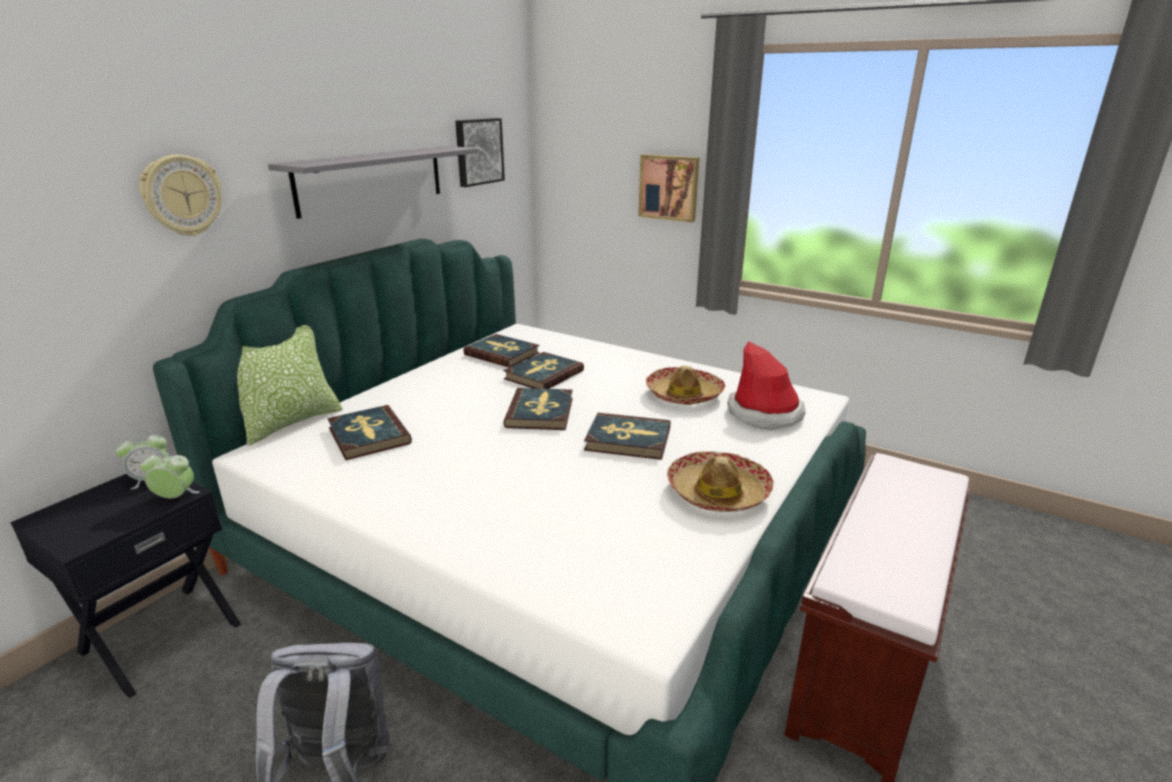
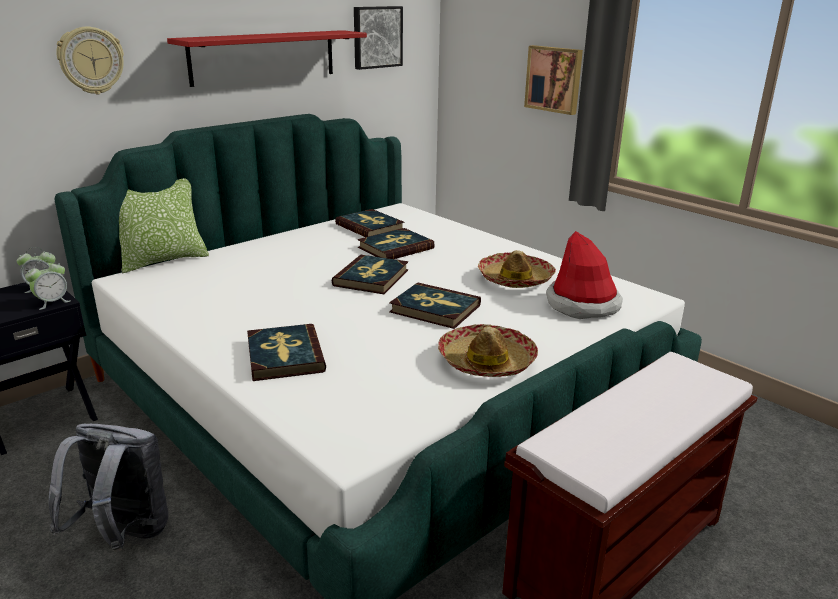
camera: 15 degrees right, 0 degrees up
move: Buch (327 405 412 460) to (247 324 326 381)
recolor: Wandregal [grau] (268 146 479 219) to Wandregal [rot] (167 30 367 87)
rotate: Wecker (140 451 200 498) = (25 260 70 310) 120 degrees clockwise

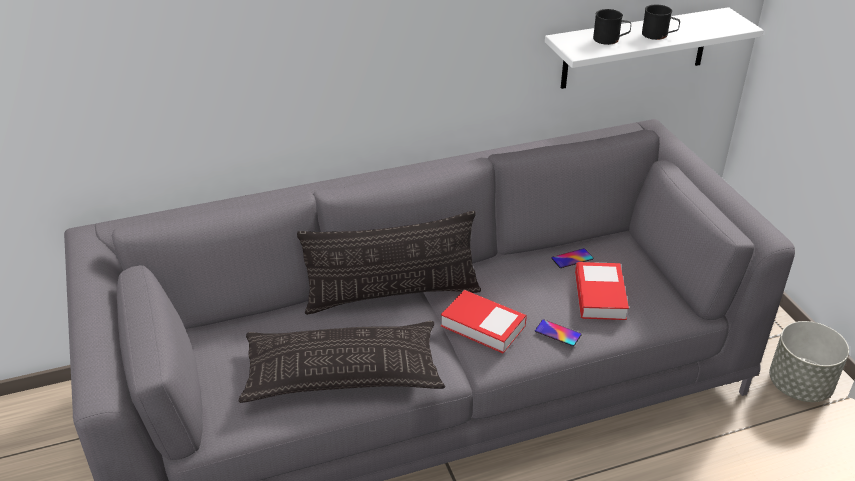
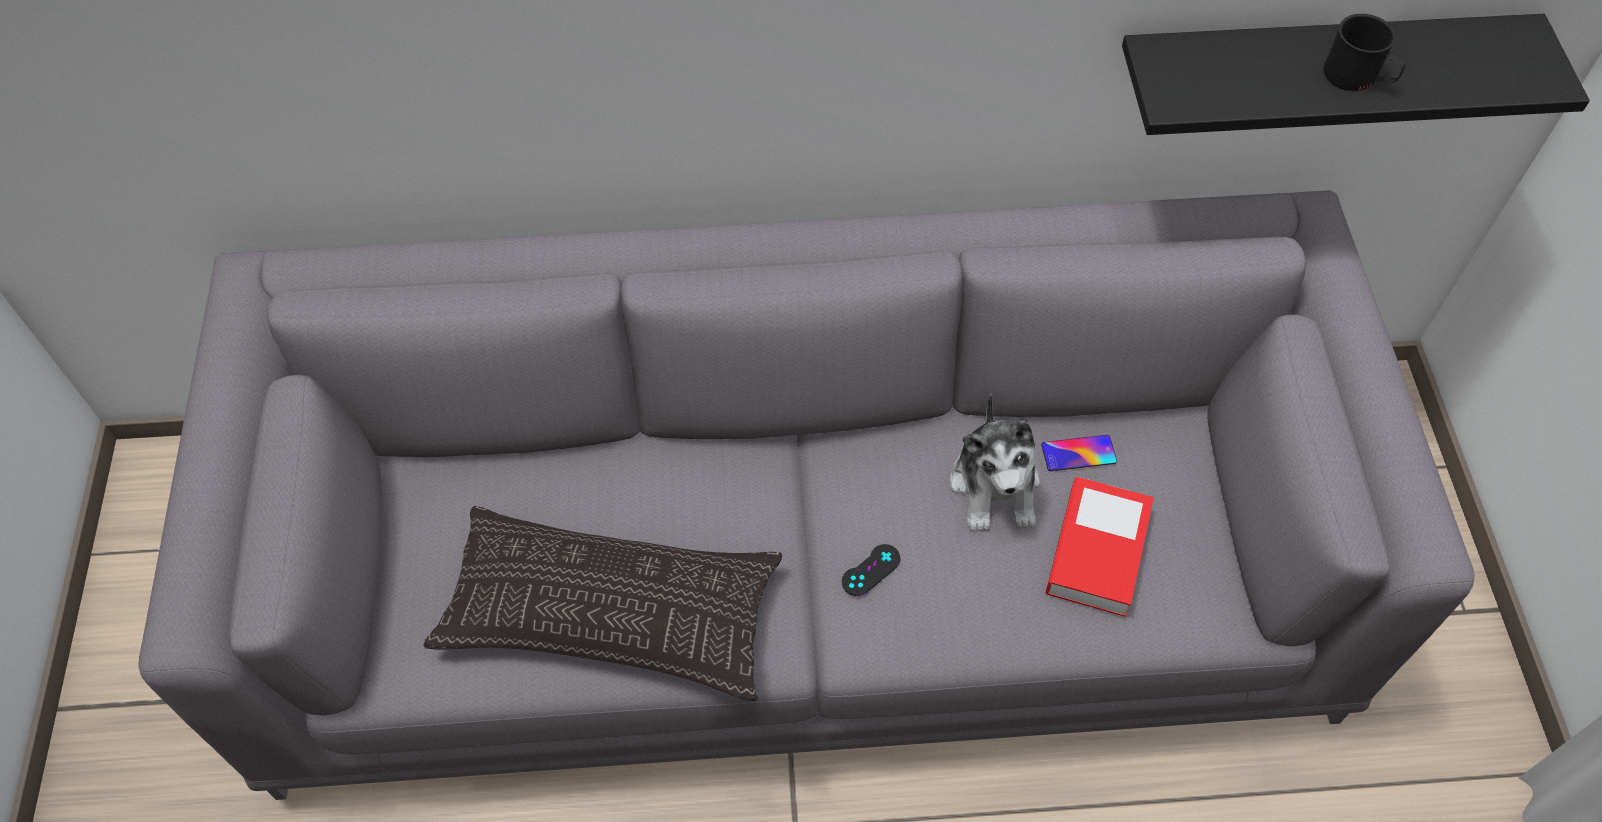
camera: 15 degrees right, 20 degrees up
delete: Henkelbecher [schwarz] (593 9 631 45); Kissen (297 211 481 315); Handy (535 319 582 346); Pflanzkübel [grau] (769 321 849 402)
insert: Plüschtier (950 393 1040 532)
replace: Buch (441 290 527 353) to Gamepad [schwarz] (842 544 901 596)
recolor: Wandregal [weiß] (545 7 764 89) to Wandregal [schwarz] (1122 14 1590 135)

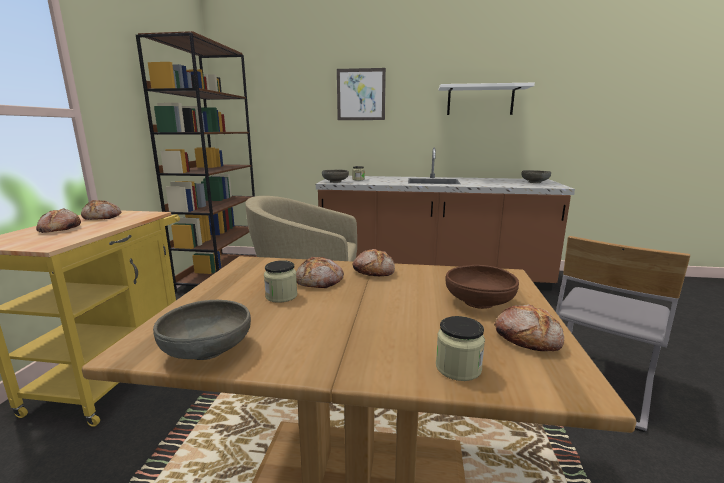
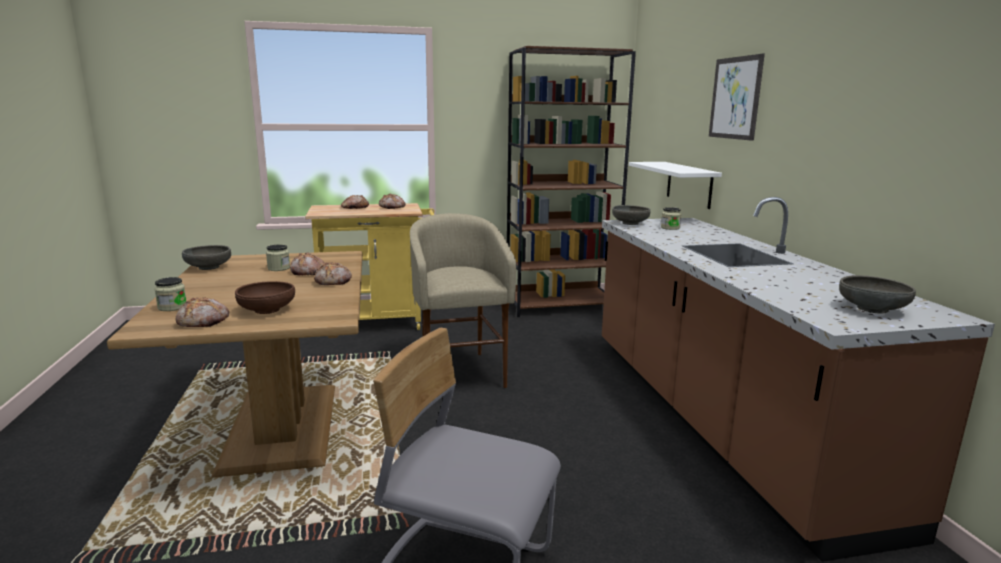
camera: 70 degrees right, 0 degrees up
move: Wandregal [weiß] (439 83 535 115) to (629 162 722 209)

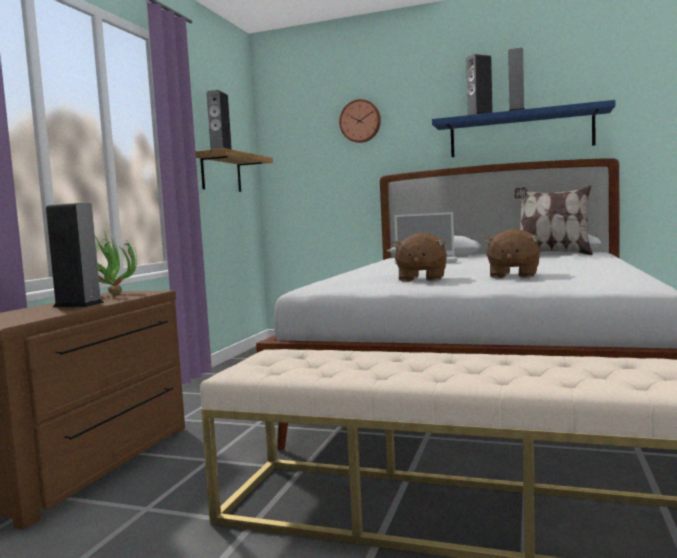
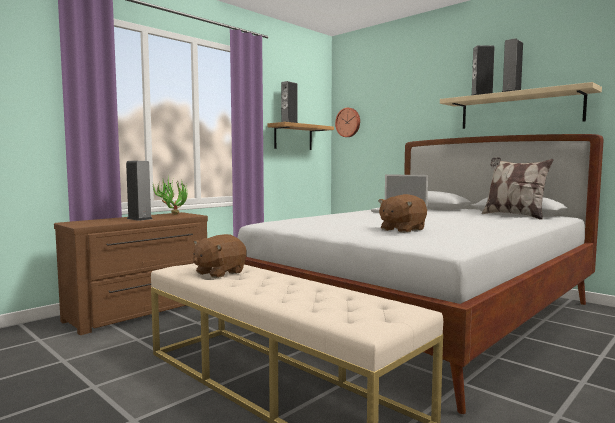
camera: 25 degrees right, 0 degrees up
move: Wanduhr (339 99 381 143) to (335 108 360 137); Plüschtier [braun] (392 233 447 282) to (193 234 247 278)
recolor: Wandregal [blau] (432 100 616 157) to Wandregal [beige] (440 82 602 129)

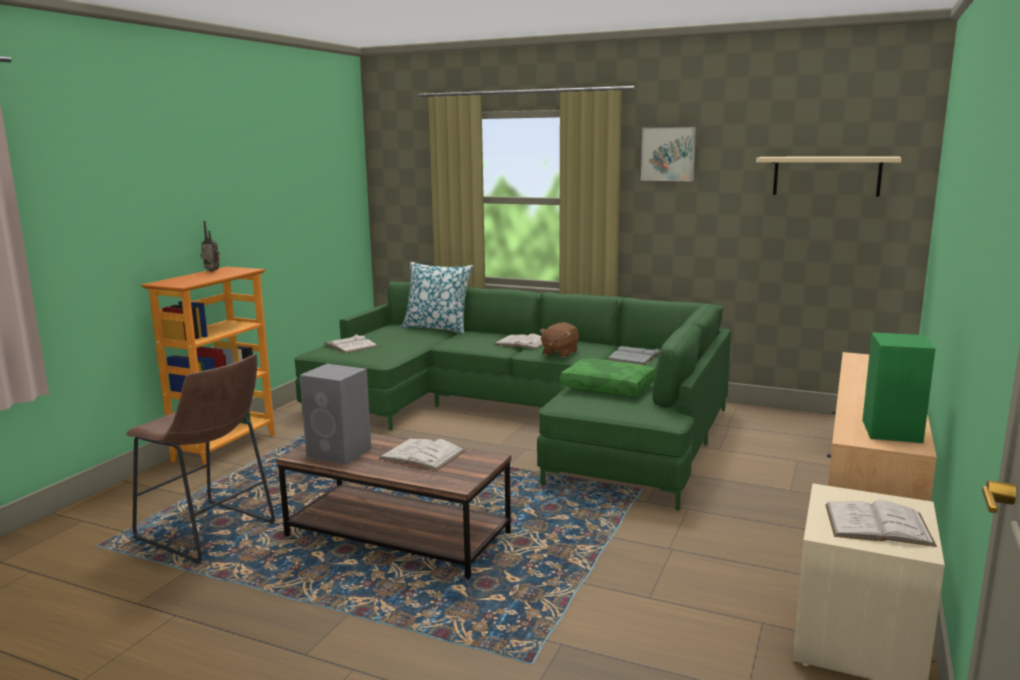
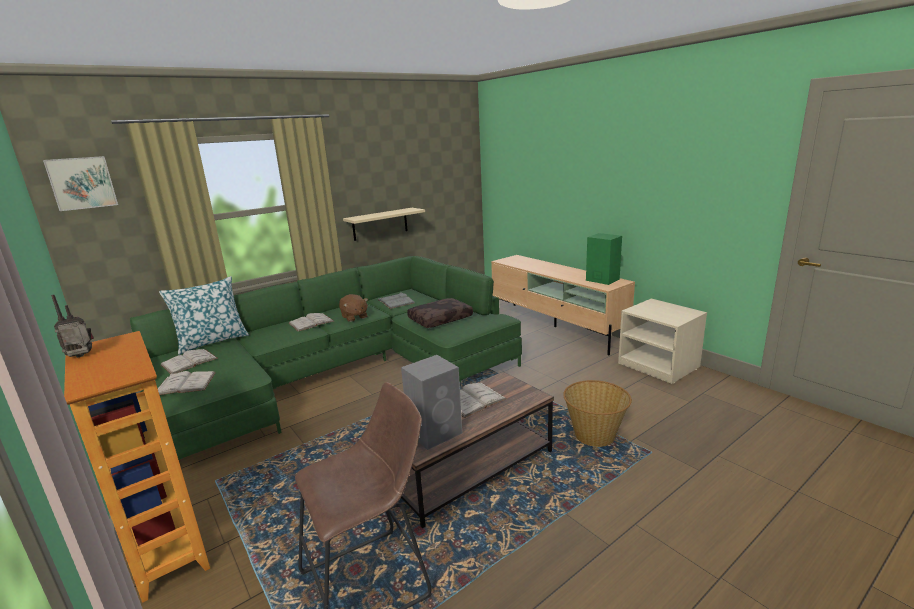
camera: 60 degrees left, 5 degrees up
insert: Korb (563 380 632 447)
move: Bild (641 127 696 181) to (43 156 118 211); Wandregal [beige] (756 157 901 197) to (343 208 425 241); Buch [weiß] (825 500 937 547) to (161 349 218 374)
recolor: Kissen [grün] (560 358 655 396) to Kissen [braun] (407 298 473 328)

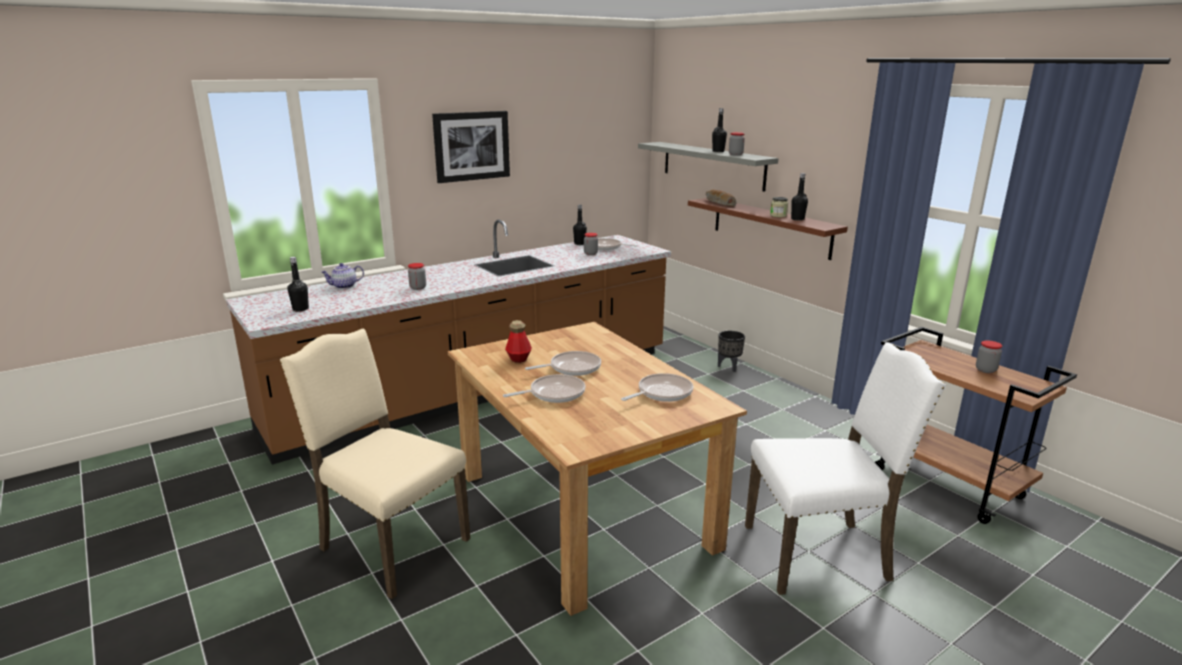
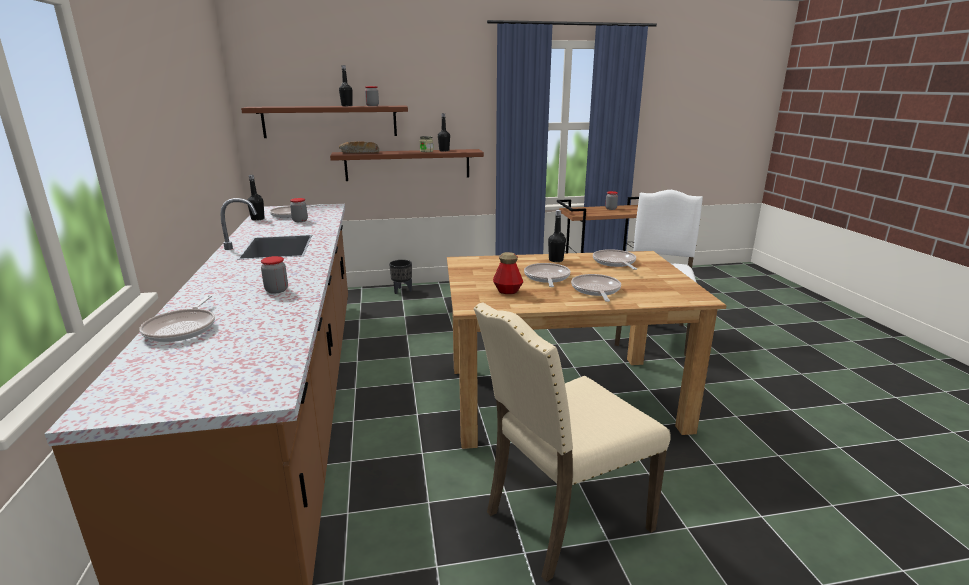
camera: 65 degrees left, 0 degrees up
delete: Bild (432 111 510 183)
move: Flasche [schwarz] (288 257 309 311) to (548 210 566 262)
replace: Teekanne (321 263 364 289) to Pfanne (139 295 215 342)
recolor: Wandregal [grau] (638 142 778 192) to Wandregal [braun] (241 106 408 138)

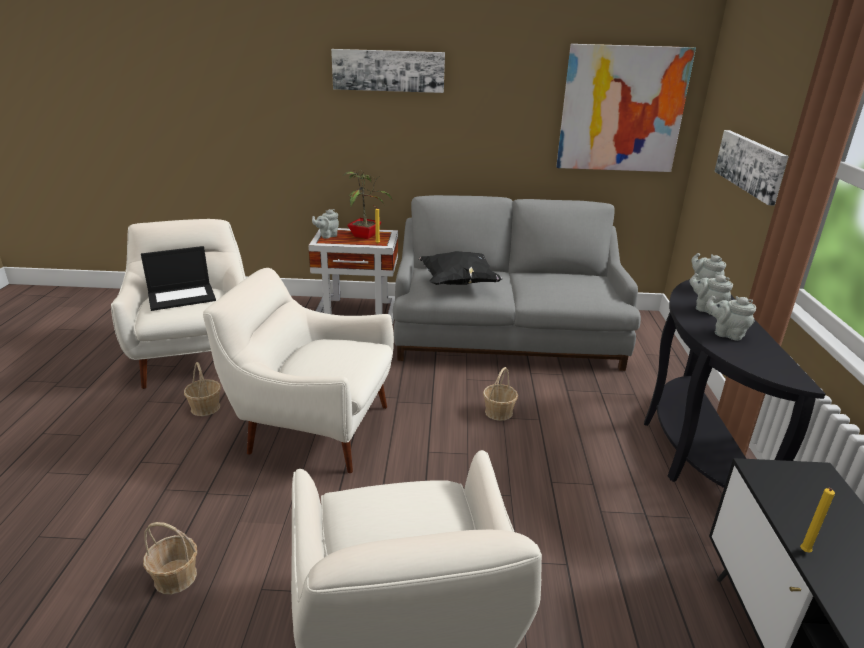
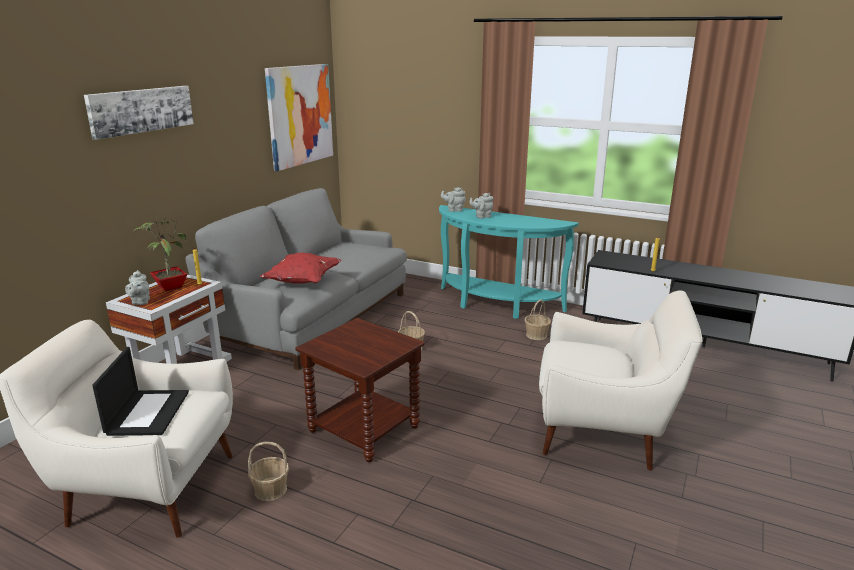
camera: 65 degrees left, 5 degrees down
delete: Bild (714 130 789 206); Teekanne [grau] (706 296 756 341)
move: Korb (143 522 197 594) to (524 300 551 340)
replace: Sessel [weiß] (203 268 394 473) to Beistelltisch [braun] (295 318 425 462)
recolor: Kissen [schwarz] (418 251 503 285) to Kissen [rot] (259 253 341 284); Konsolentisch [schwarz] (644 279 826 488) to Konsolentisch [türkis] (439 205 579 319)

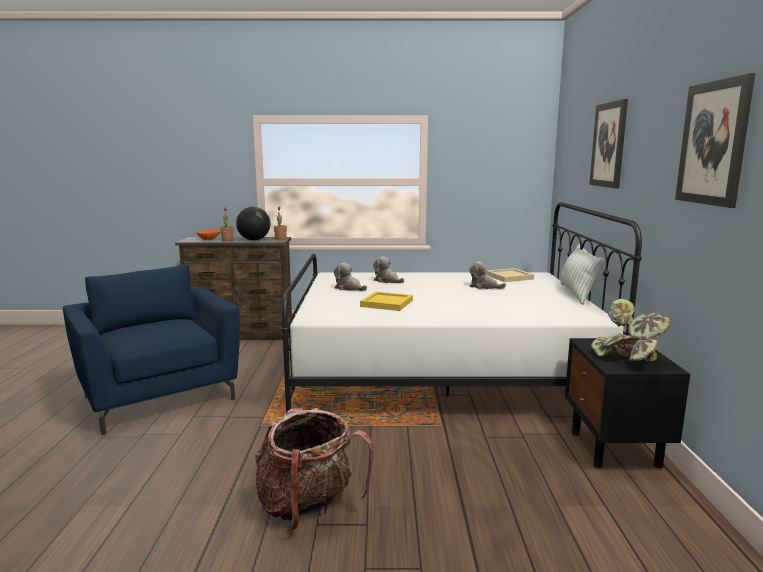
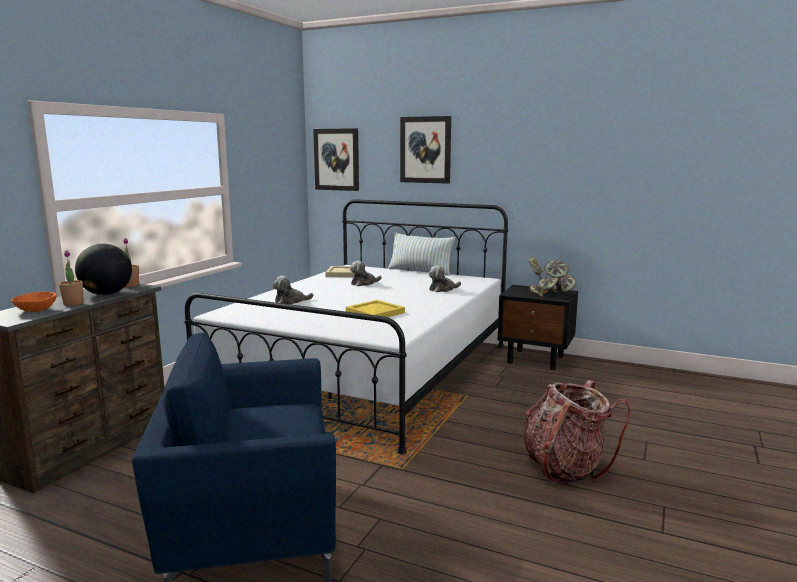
camera: 65 degrees left, 0 degrees up
move: Bild (675 73 755 208) to (313 128 359 191); Plüschtier (334 263 367 291) to (429 266 461 292)

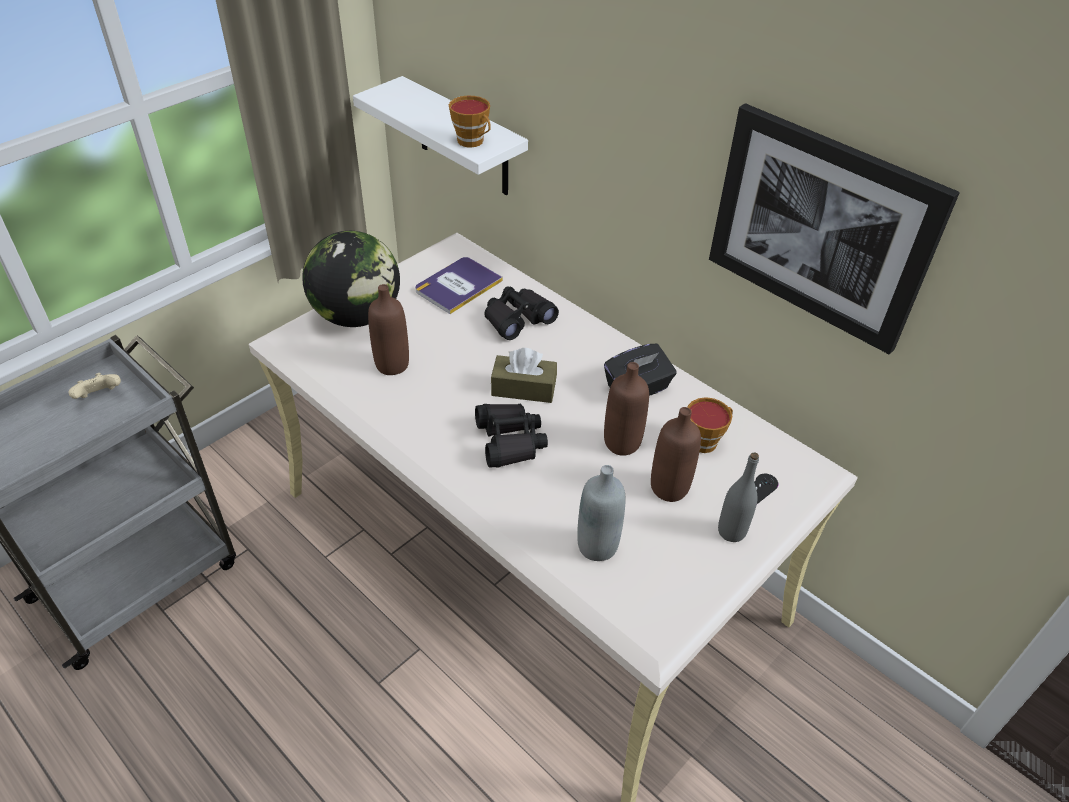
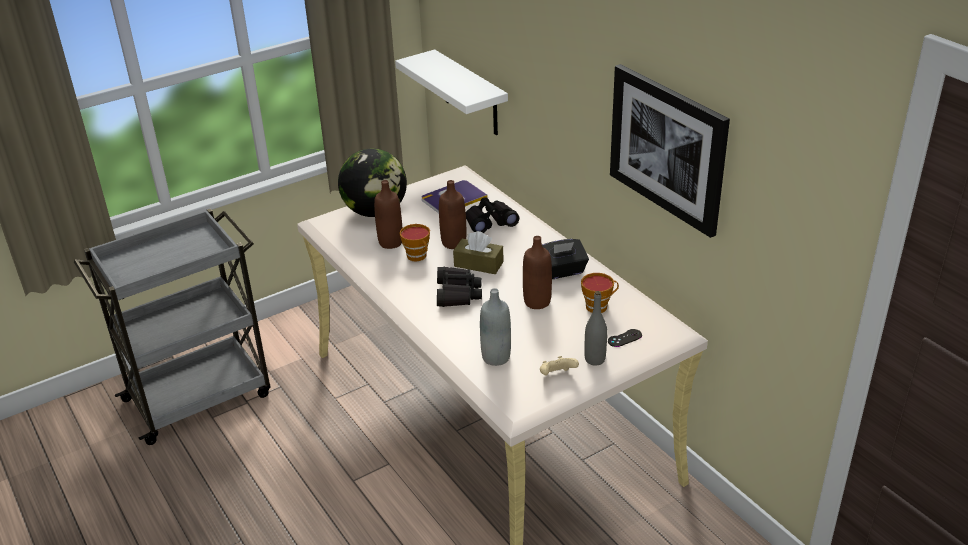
camera: 15 degrees right, 10 degrees down
move: Tasse (449 96 491 147) to (399 224 430 261); Gamepad [beige] (68 373 121 399) to (540 356 579 375); Flasche [braun] (651 407 701 502) to (439 180 466 249)

